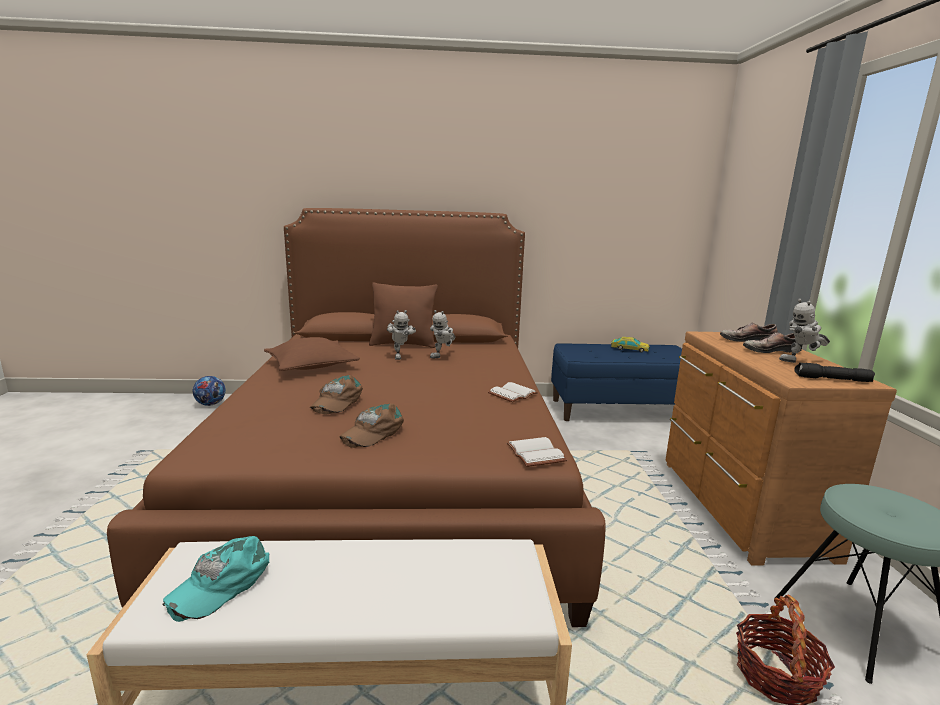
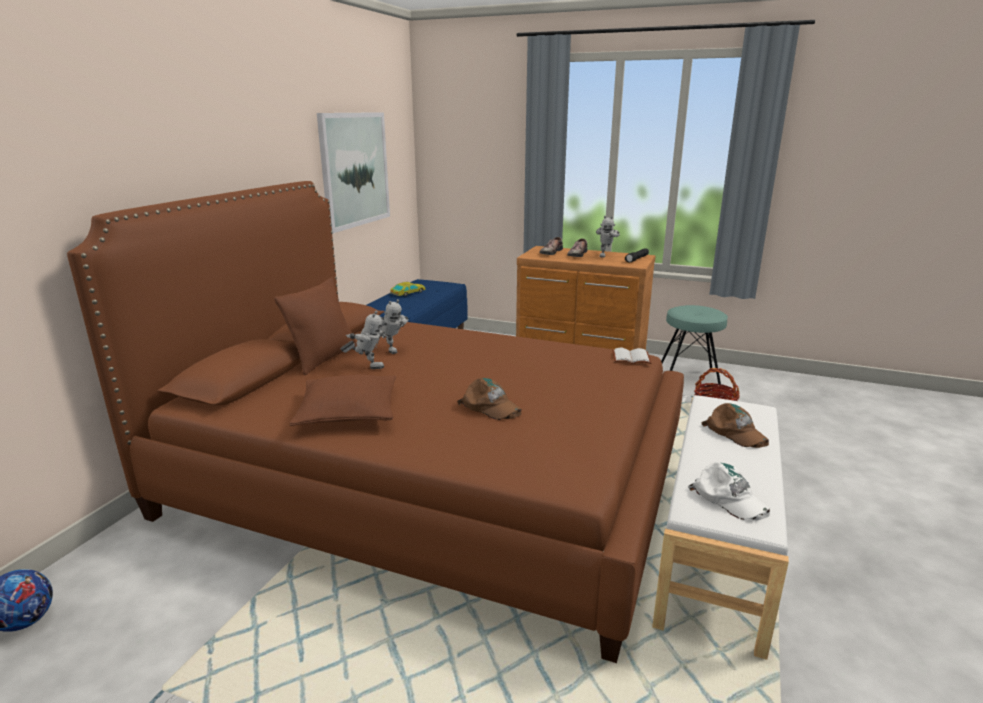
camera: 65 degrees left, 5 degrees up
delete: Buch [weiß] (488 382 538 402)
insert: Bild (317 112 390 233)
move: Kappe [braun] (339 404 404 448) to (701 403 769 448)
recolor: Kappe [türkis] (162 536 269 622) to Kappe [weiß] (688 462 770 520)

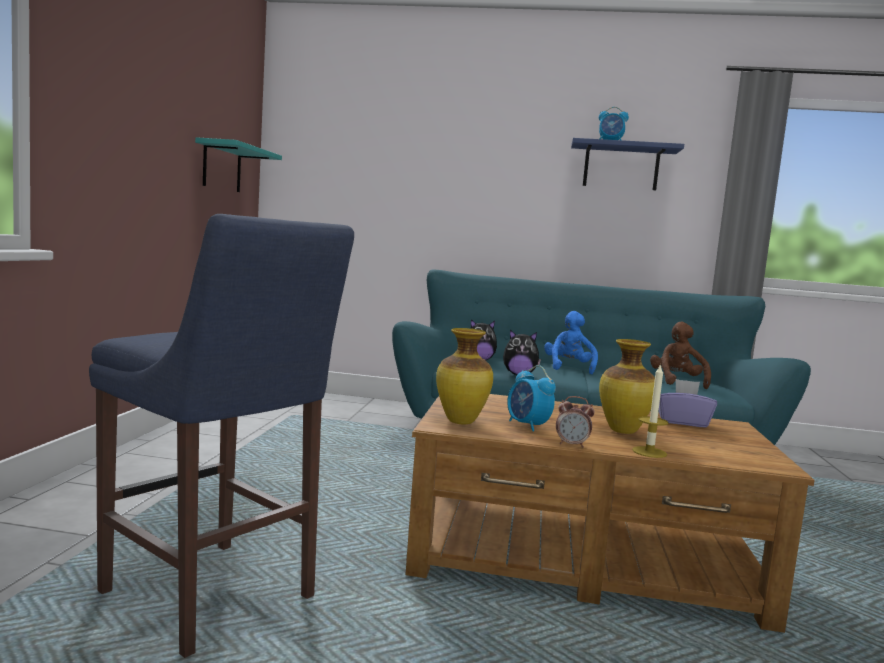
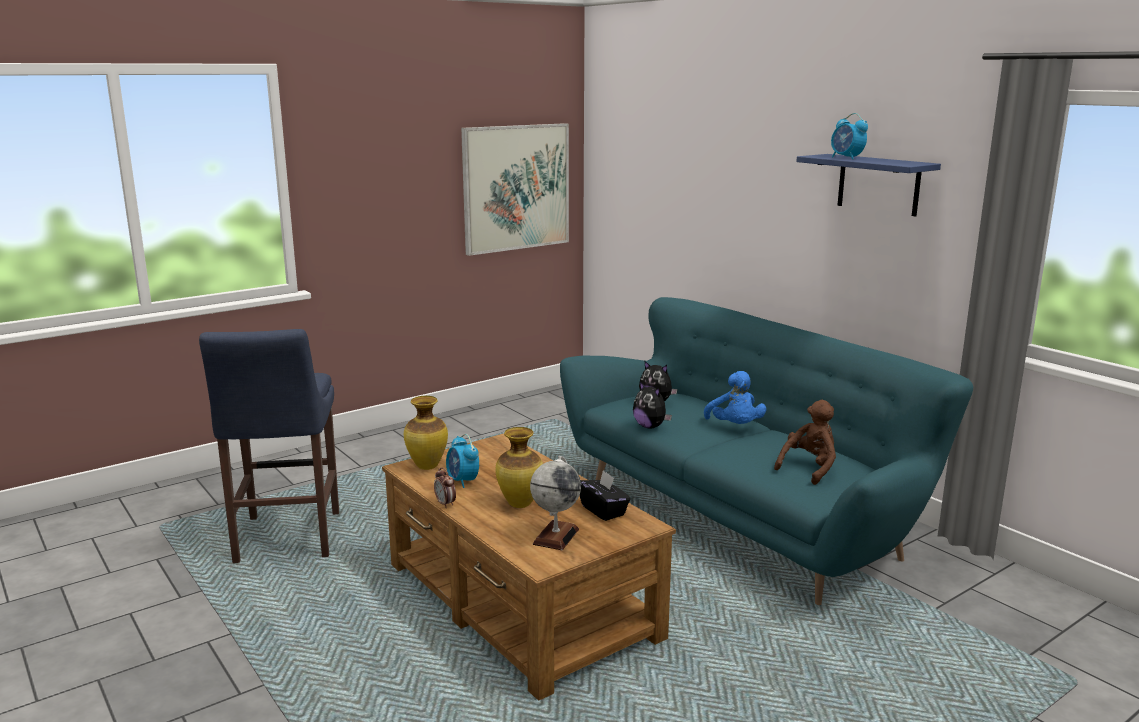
camera: 45 degrees right, 10 degrees up
delete: Kerze (632 363 669 458)
insert: Globus (530 456 581 550)
replace: Wandregal [türkis] (195 137 282 192) to Bild (461 123 569 256)
recolor: Taschentuchbox [lila] (659 379 717 428) to Taschentuchbox [schwarz] (580 470 630 521)
rotate: Plüschtier [blau] (544 311 598 375) = (704 371 766 424) 120 degrees clockwise; Wecker (507 365 556 432) = (446 434 479 488) 45 degrees counterclockwise

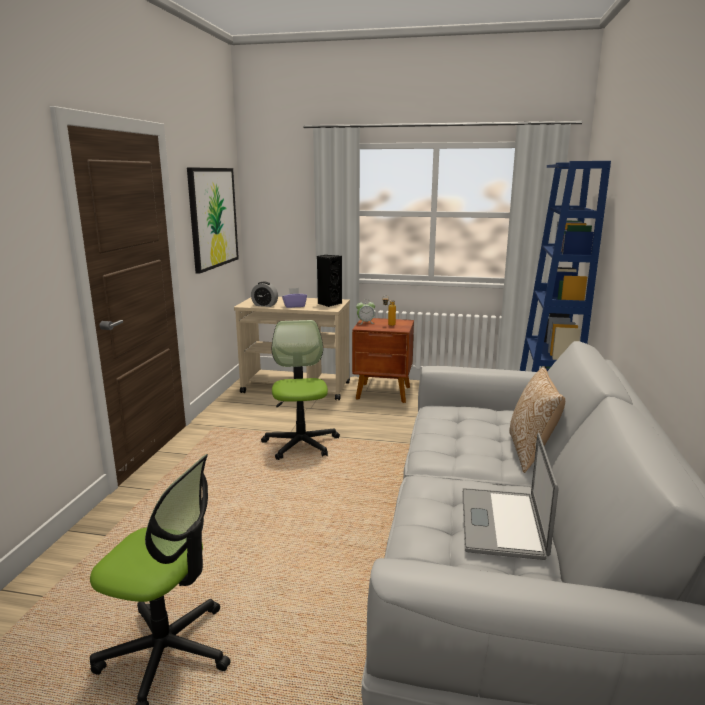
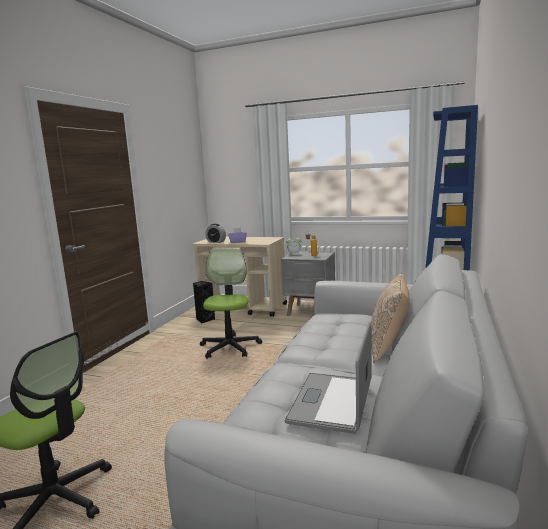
camera: 10 degrees right, 5 degrees down
delete: Bild (187 167 239 274)
move: Lautsprecher [schwarz] (317 255 342 307) to (193 281 215 324)
recolor: Nachttisch [braun] (352 318 414 403) to Nachttisch [grau] (281 251 335 316)

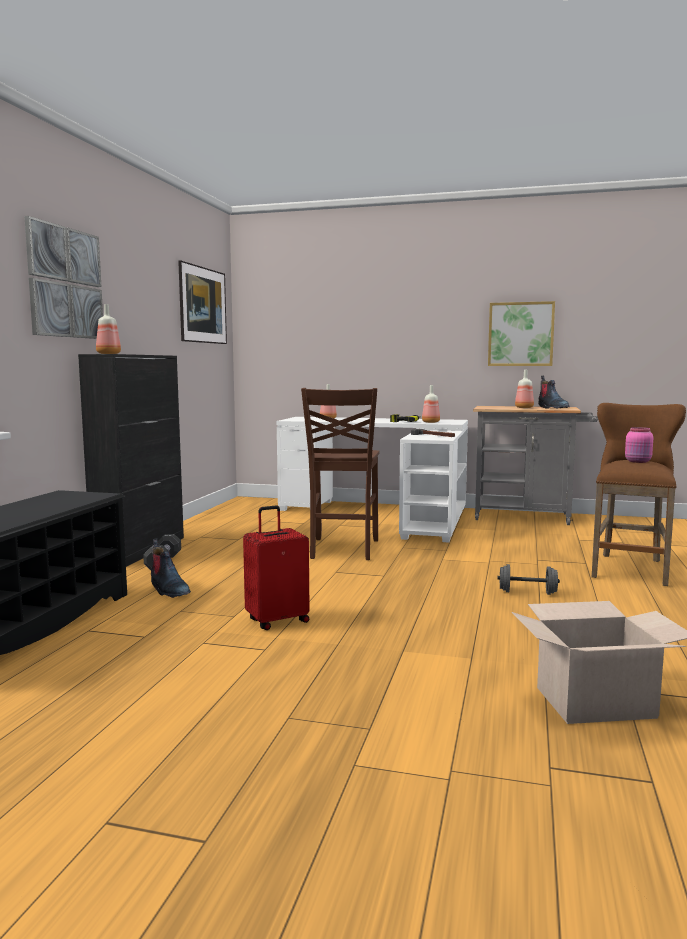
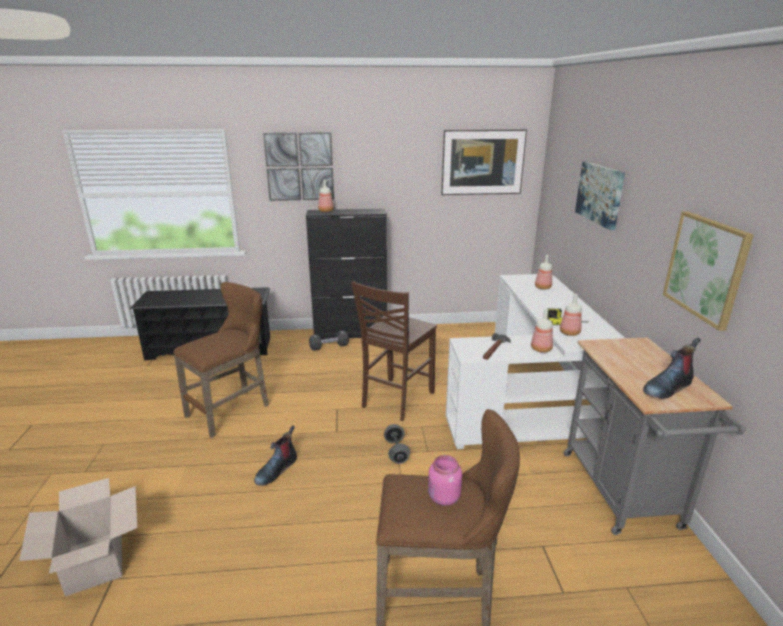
camera: 70 degrees right, 15 degrees up
insert: Bild (575 161 625 230)
move: Flasche (515 370 534 408) to (531 309 553 353); Stiefel (151 539 191 598) to (254 425 297 486); Hantel [grau] (497 564 560 595) to (384 424 410 464)
replace: Koffer [rot] (243 505 310 630) to Hocker [braun] (173 282 269 438)
rotate: Stuhl [braun] (301 388 379 560) = (351 281 437 421) 45 degrees counterclockwise

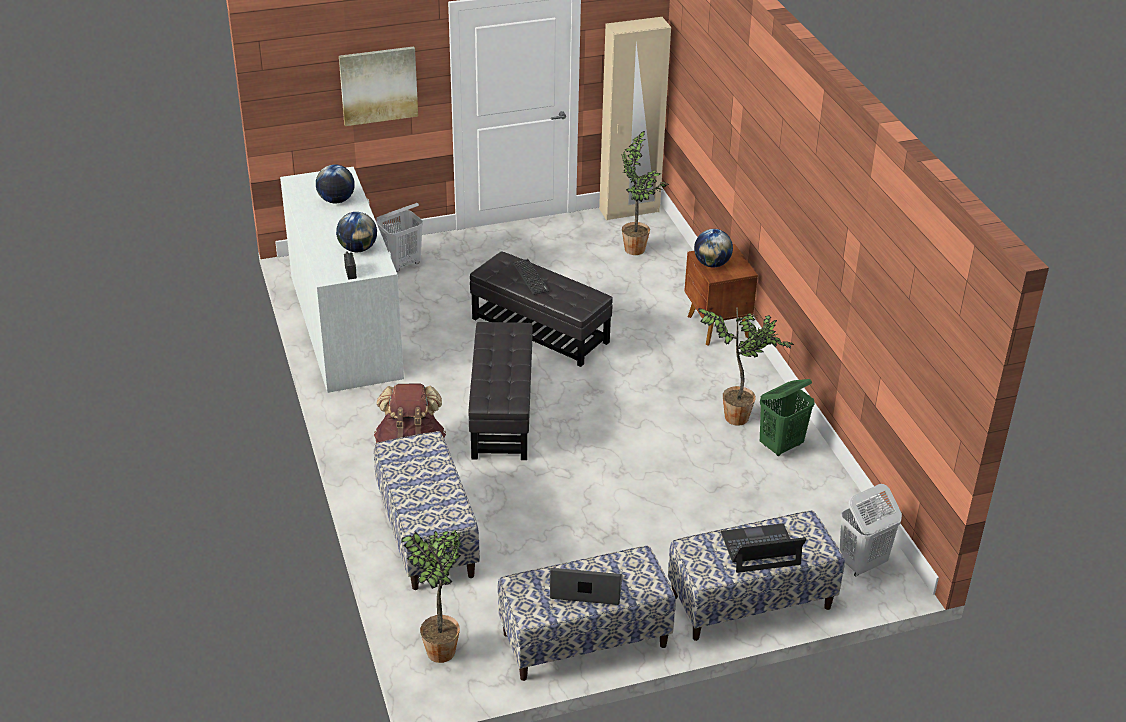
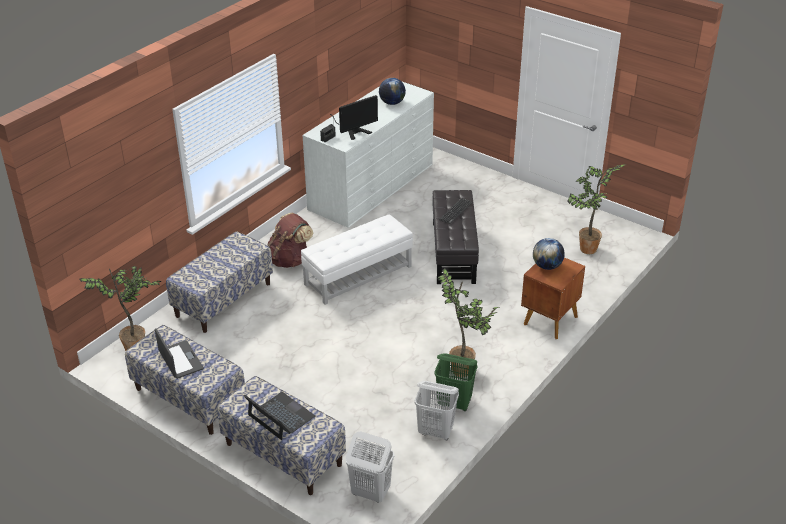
camera: 55 degrees right, 0 degrees up
delete: Kleiderschrank [beige] (599 17 671 220); Bild (339 46 418 126)
move: Wäschekorb [weiß] (376 203 423 272) to (415 381 459 440)
replace: Globus (336 212 377 252) to Monitor (330 95 378 140)
recolor: Polsterhocker [schwarz] (468 322 532 460) to Polsterhocker [weiß] (301 214 413 305)

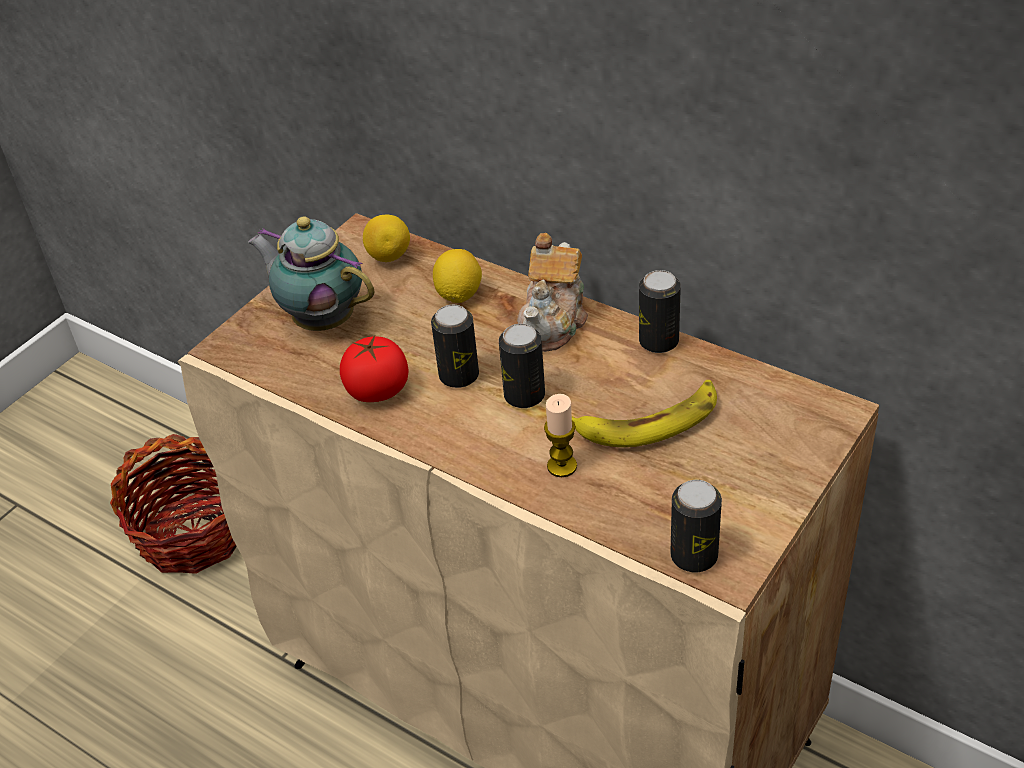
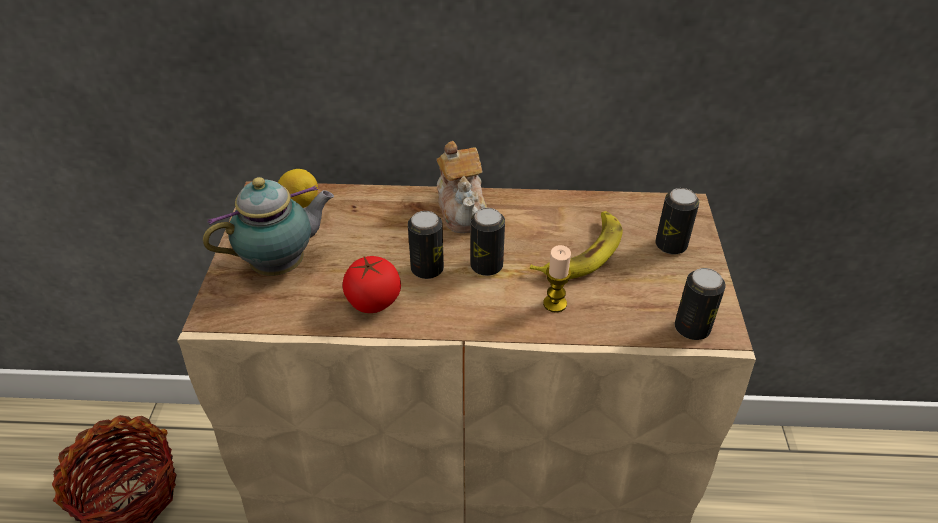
camera: 35 degrees left, 0 degrees up
delete: Zitrone (433 249 482 303)
move: Dose (639 270 681 353) to (656 188 699 254)
rotate: Teekanne (248 216 375 331) = (203 177 334 276) 150 degrees clockwise

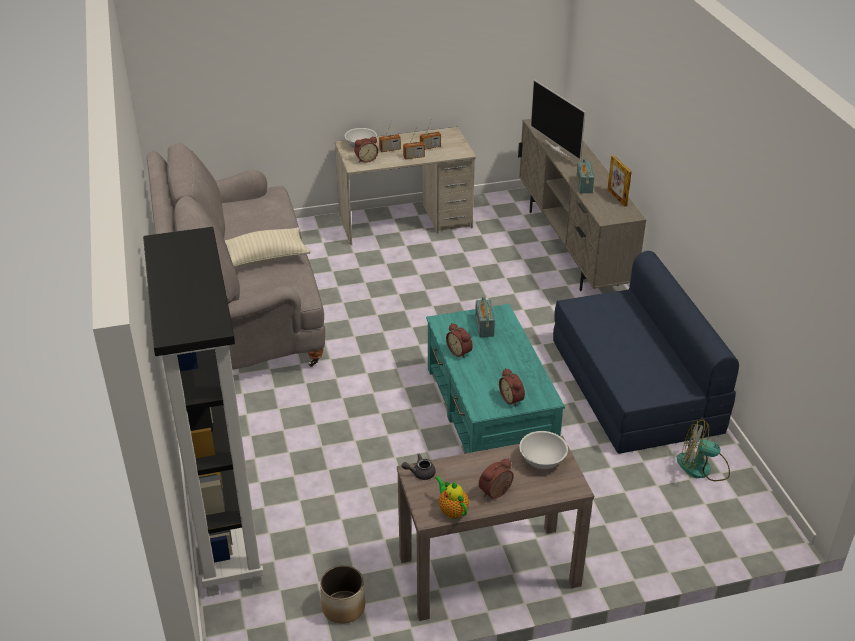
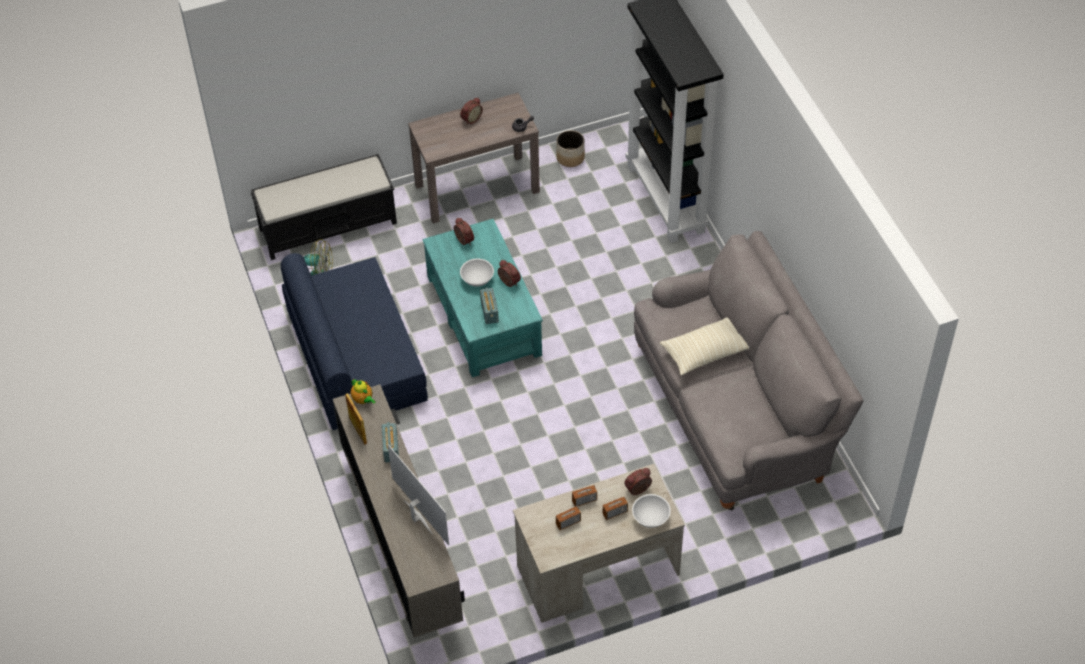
camera: 175 degrees right, 15 degrees up
insert: Bank [schwarz] (251 154 397 260)
move: Schüssel [weiß] (519 431 568 469) to (460 259 494 287); Teekanne (435 476 469 519) to (350 379 376 404)

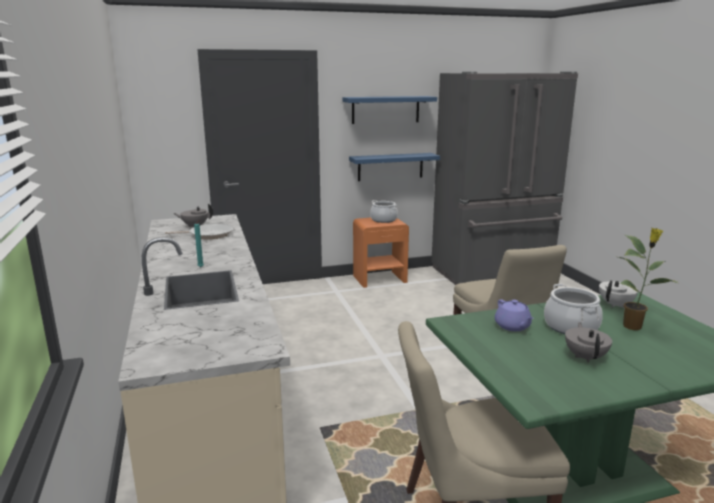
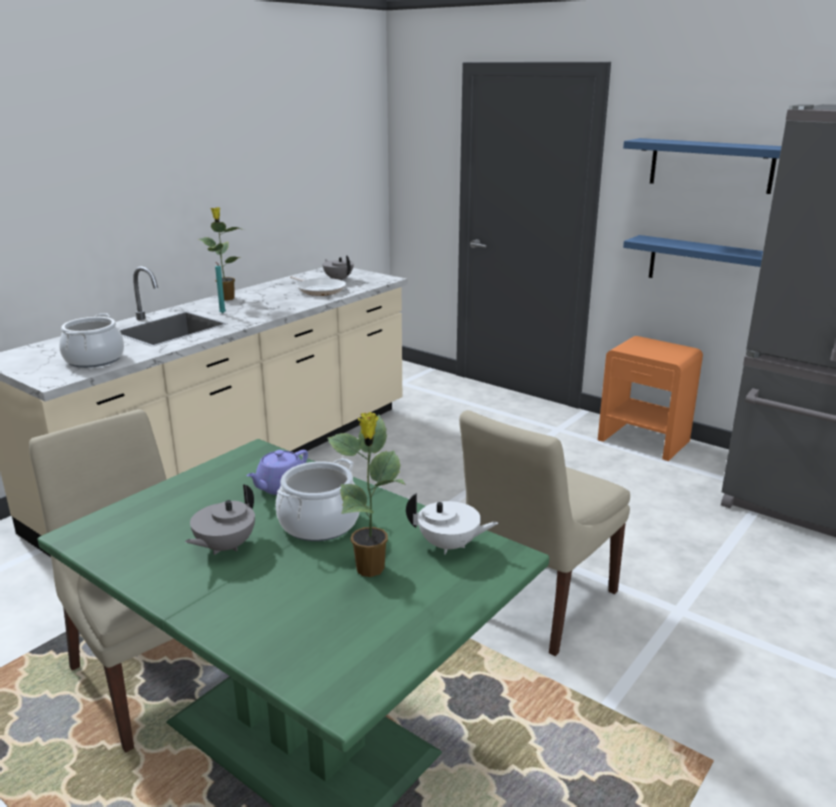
camera: 55 degrees right, 5 degrees up
insert: Topfpflanze (199 207 244 300)
move: Kochtopf (370 200 398 223) to (59 313 124 368)
rotate: Teekanne [grau] (565 322 612 363) = (185 484 255 555) 150 degrees clockwise

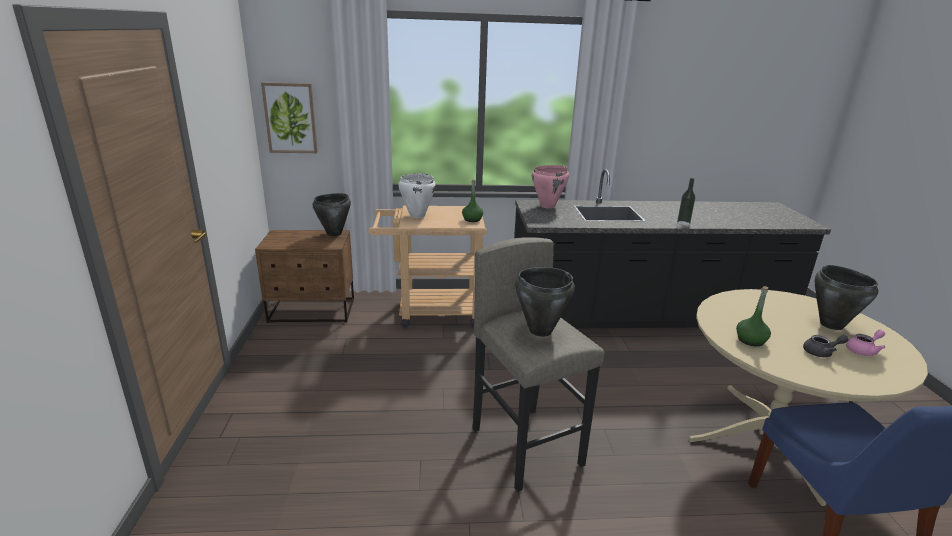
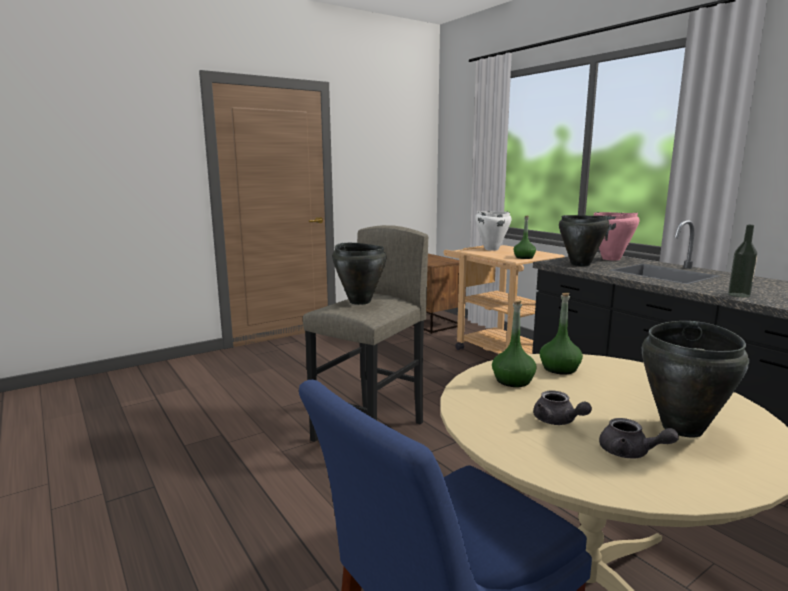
camera: 60 degrees right, 10 degrees down
delete: Bild (261 82 318 153)
insert: Flasche [grün] (540 292 583 375)
move: Kochtopf [schwarz] (312 193 351 236) to (559 215 609 266)
recolor: Teekanne [rosa] (846 330 886 356) to Teekanne [grau] (599 418 679 459)

